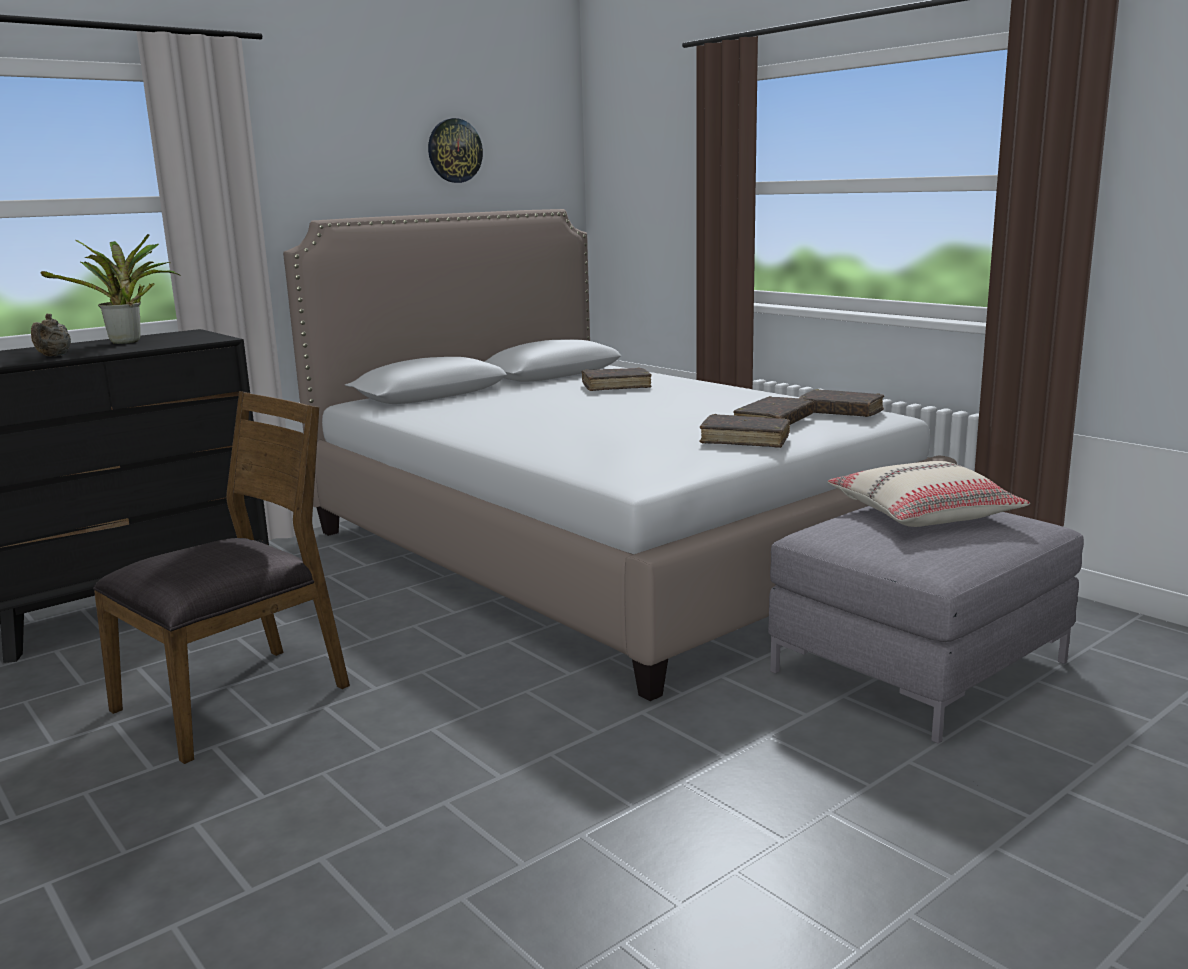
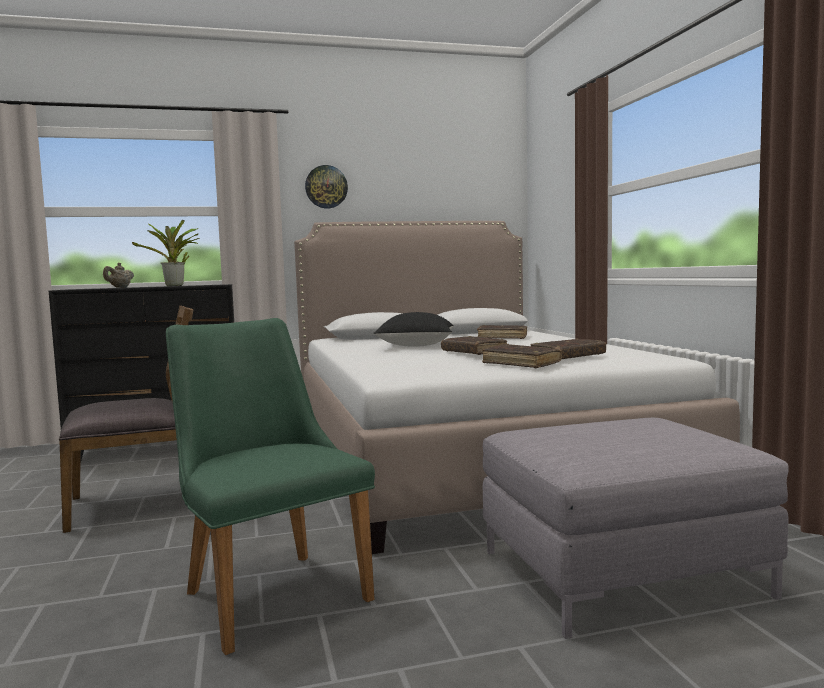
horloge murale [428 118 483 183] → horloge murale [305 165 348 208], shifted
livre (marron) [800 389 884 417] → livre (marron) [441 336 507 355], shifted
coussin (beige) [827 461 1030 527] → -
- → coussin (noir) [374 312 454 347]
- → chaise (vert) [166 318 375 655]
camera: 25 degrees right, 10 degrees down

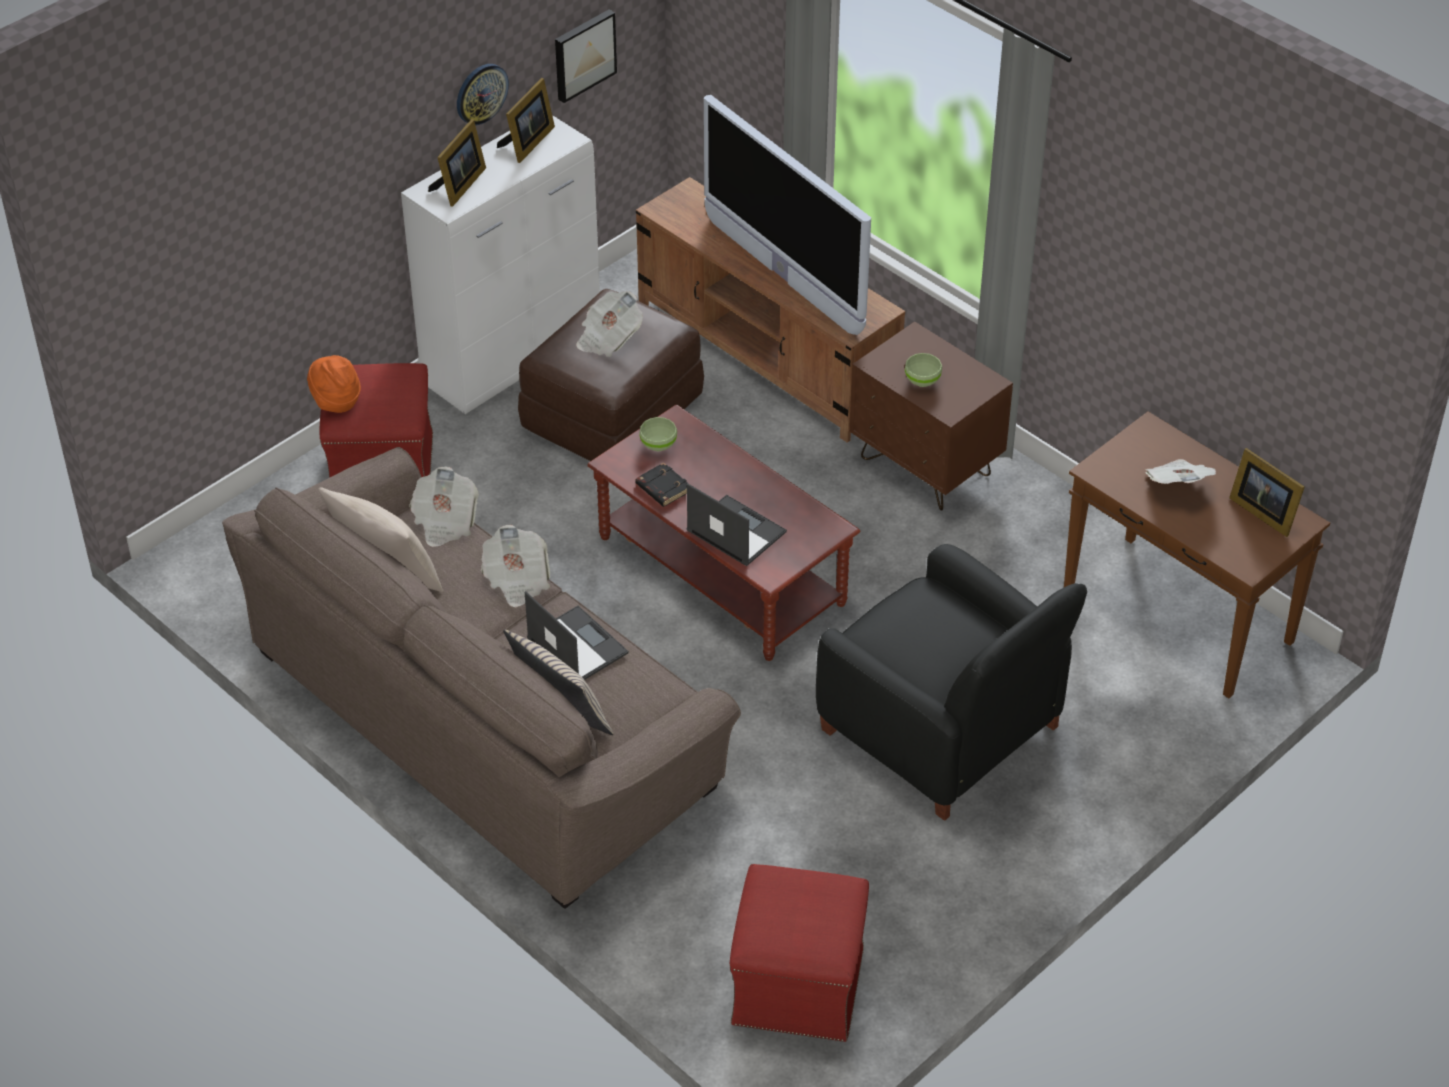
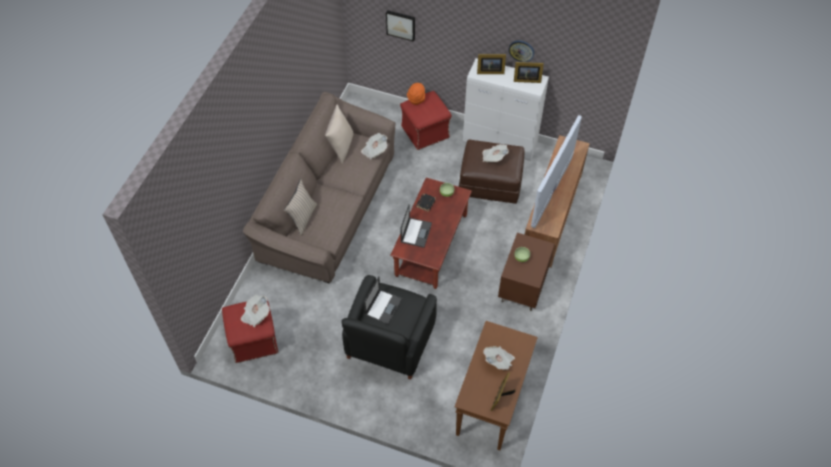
tableau [555 10 617 103] → tableau [386 10 415 42], shifted
journal [481 525 550 607] → journal [241 294 270 327], shifted
ordinateur portable [525 591 629 680] → ordinateur portable [364 276 402 325], shifted
camera: 65 degrees right, 10 degrees up

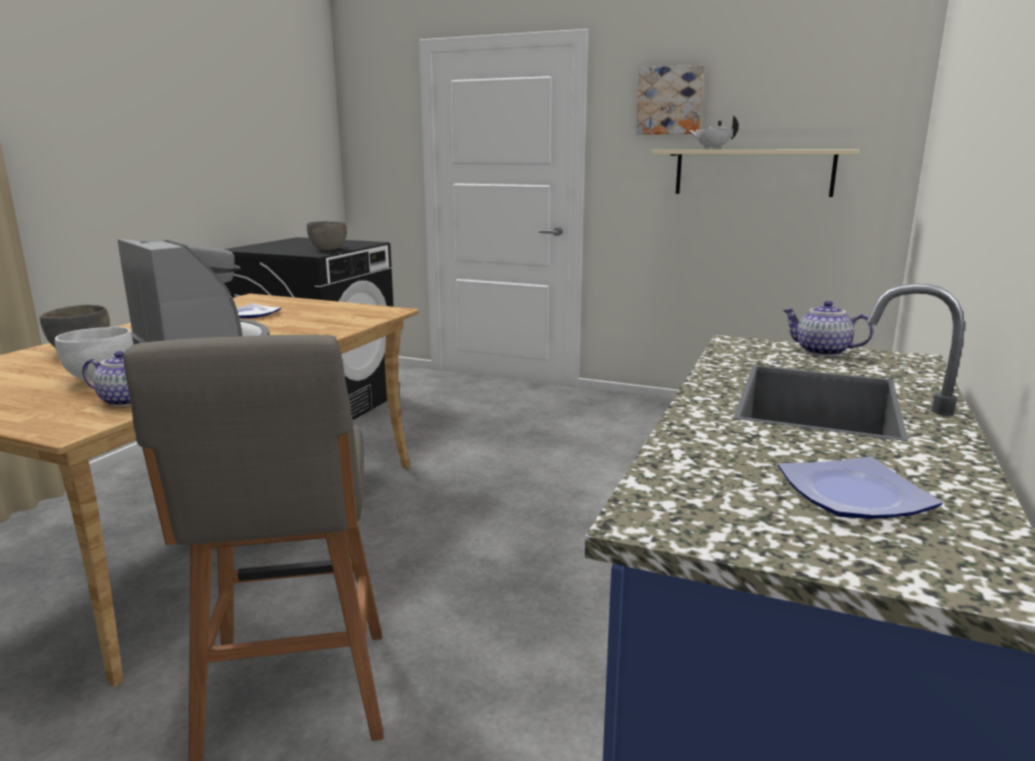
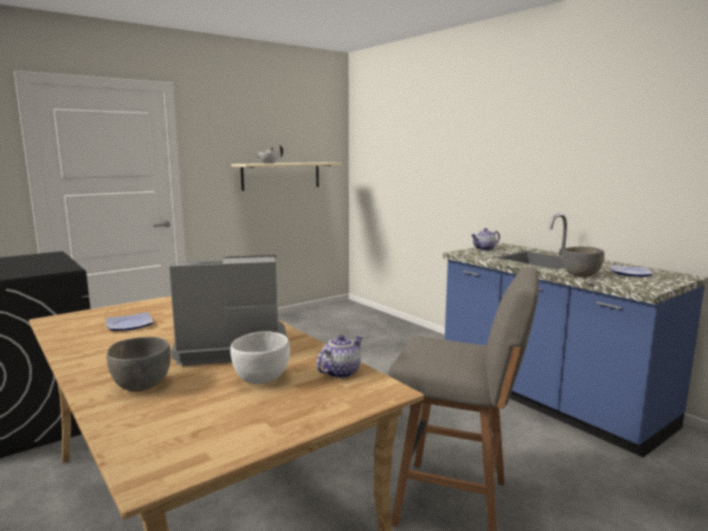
tableau [636 65 705 134] → -
bol (gris) [307 221 347 250] → bol (gris) [563 246 605 277], shifted
camera: 60 degrees left, 5 degrees down

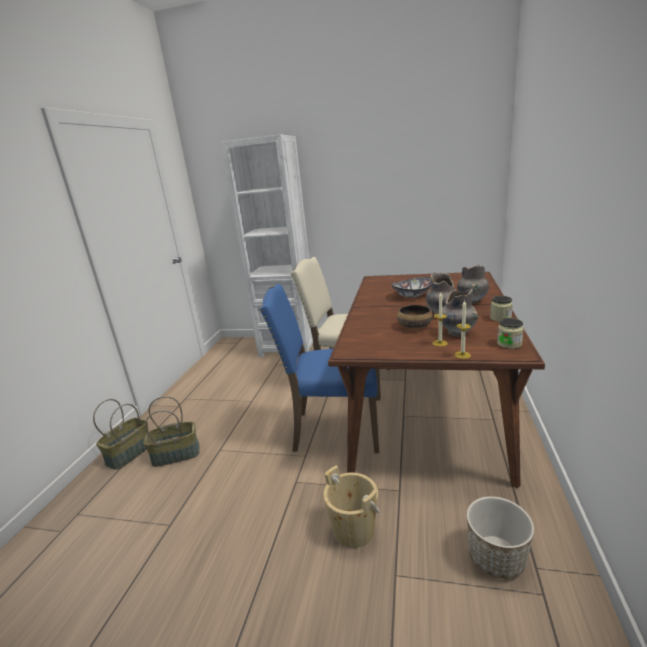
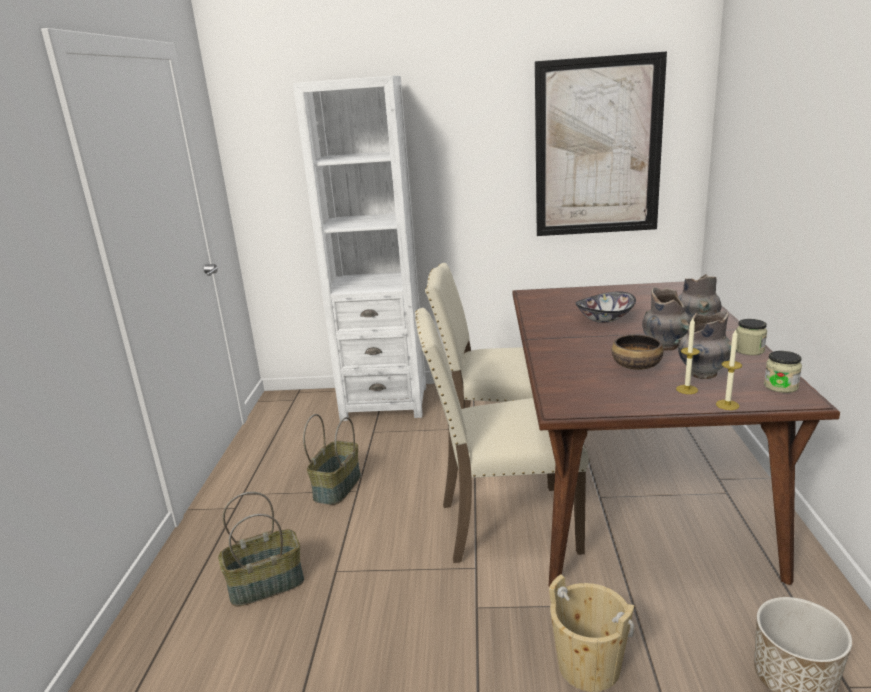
chaise (bleu) [260 284 379 453] → chaise (beige) [415 308 589 563]
panier [93 399 149 470] → panier [303 414 361 505], shifted
- → tableau [535 51 667 236]
camera: 10 degrees left, 0 degrees up

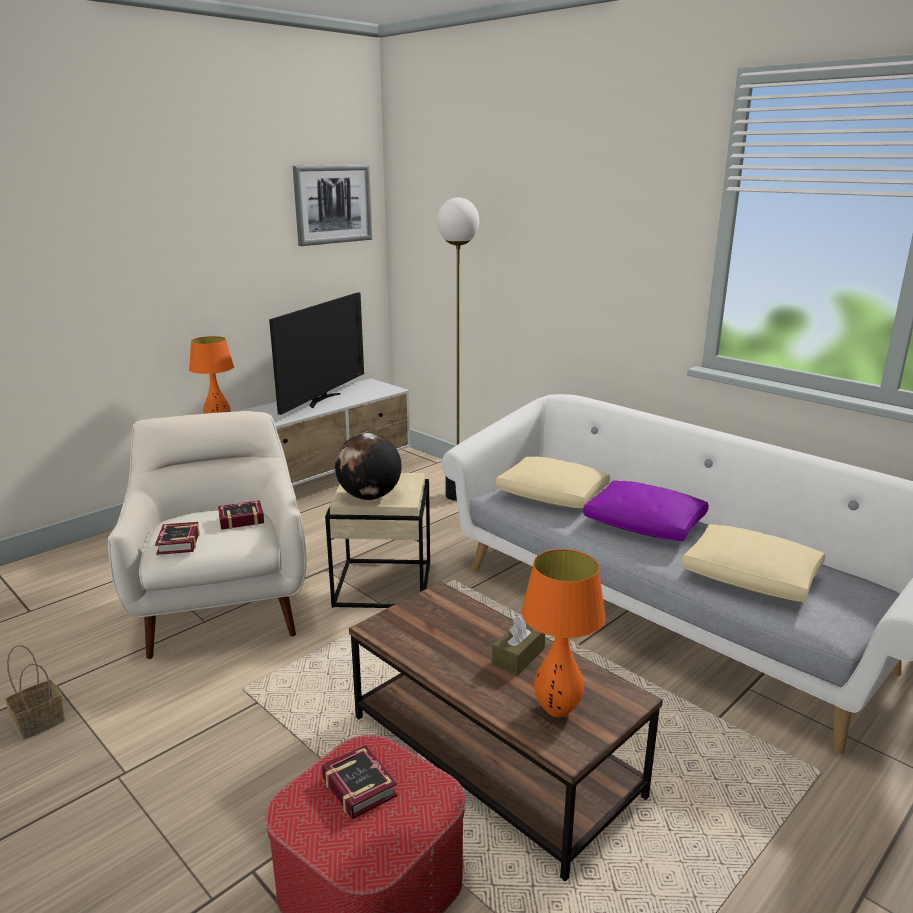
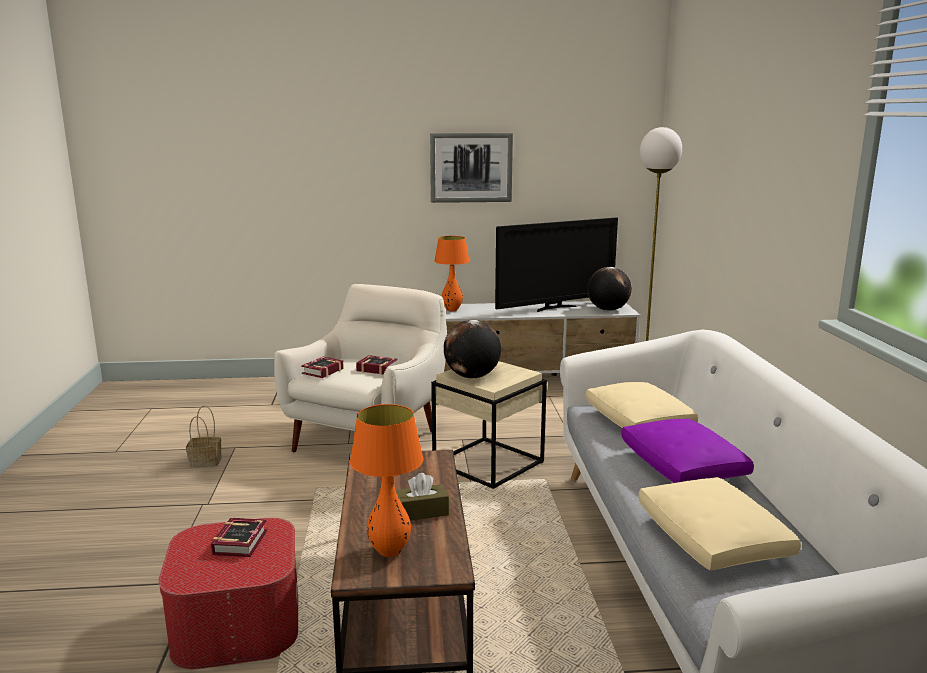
tableau [293 165 372 246] → tableau [430 133 513 203], shifted
- → globe [587 267 632 311]
camera: 40 degrees right, 5 degrees down

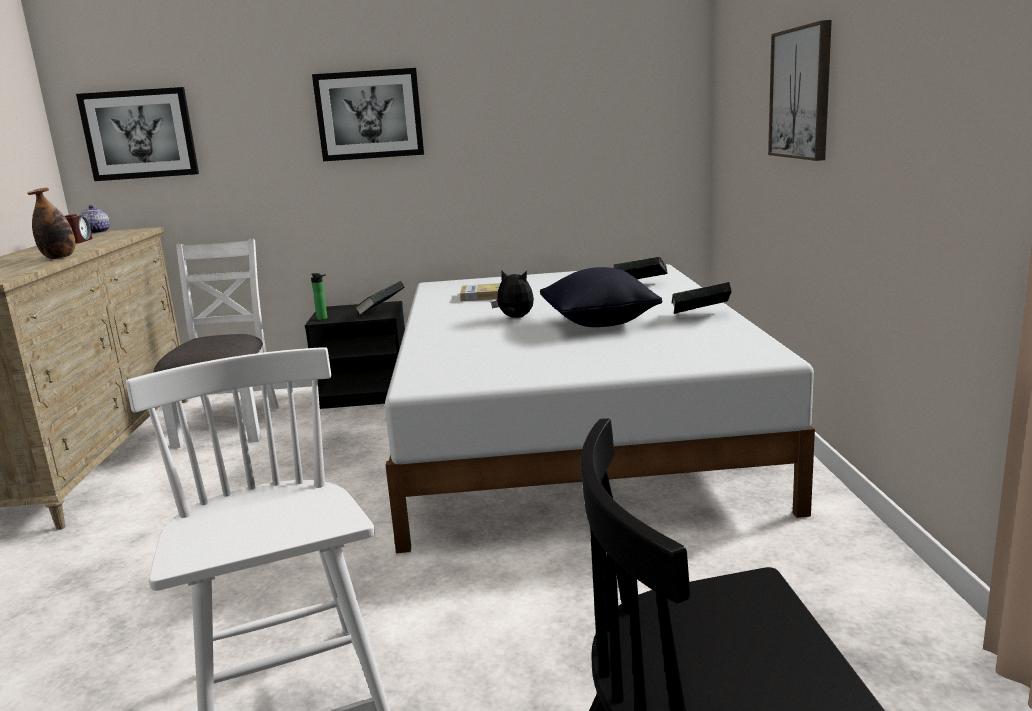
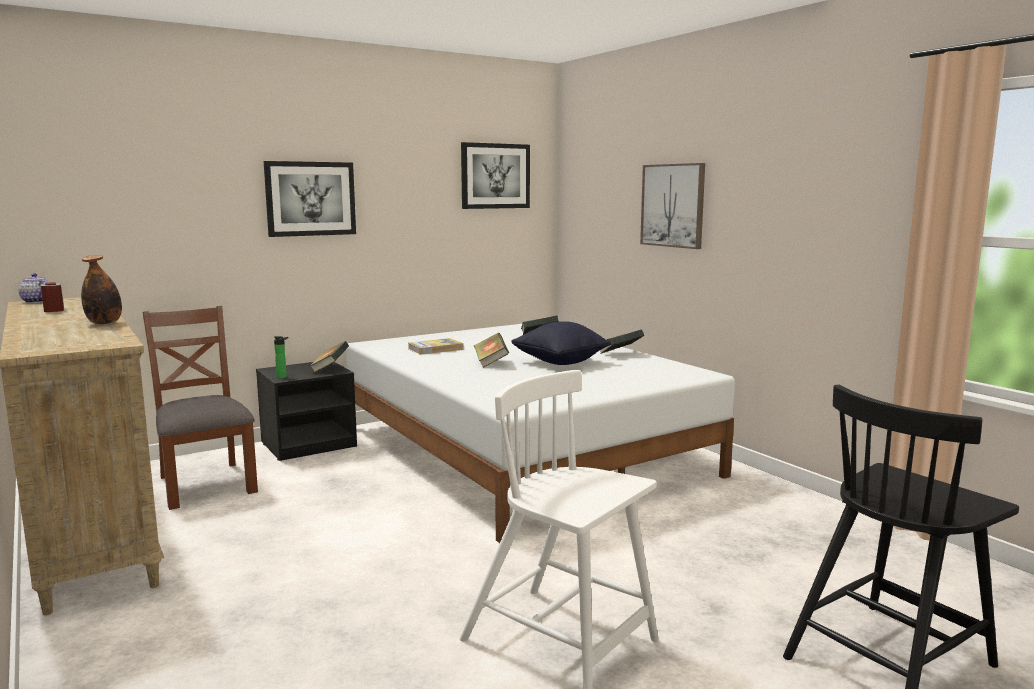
tableau [76 87 199 181] → tableau [461 142 530 209], shifted
chaise (blanc) [153 239 279 448] → chaise (marron) [143 306 258 510]
peluche [491 271 534 318] → livre [474 333 509 368]
camera: 30 degrees left, 5 degrees down

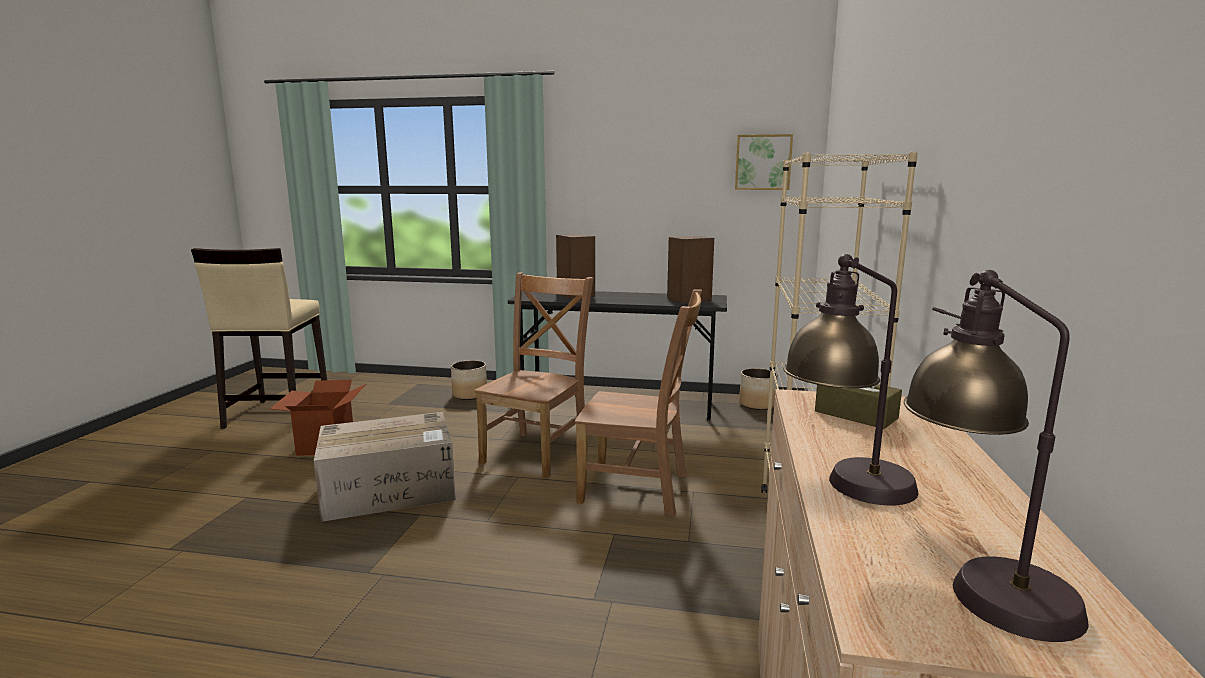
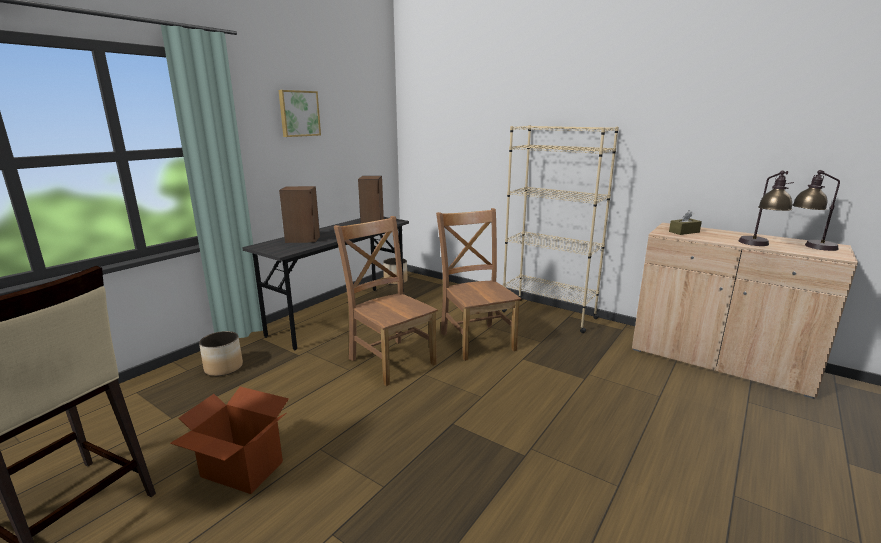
tableau [735 134 793 190] → tableau [278 90 321 137], shifted
chaise (marron) [575 290 702 516] → chaise (marron) [436 208 521 361], 60 degrees counterclockwise
carton [314 412 456 522] → -
camera: 65 degrees left, 5 degrees up

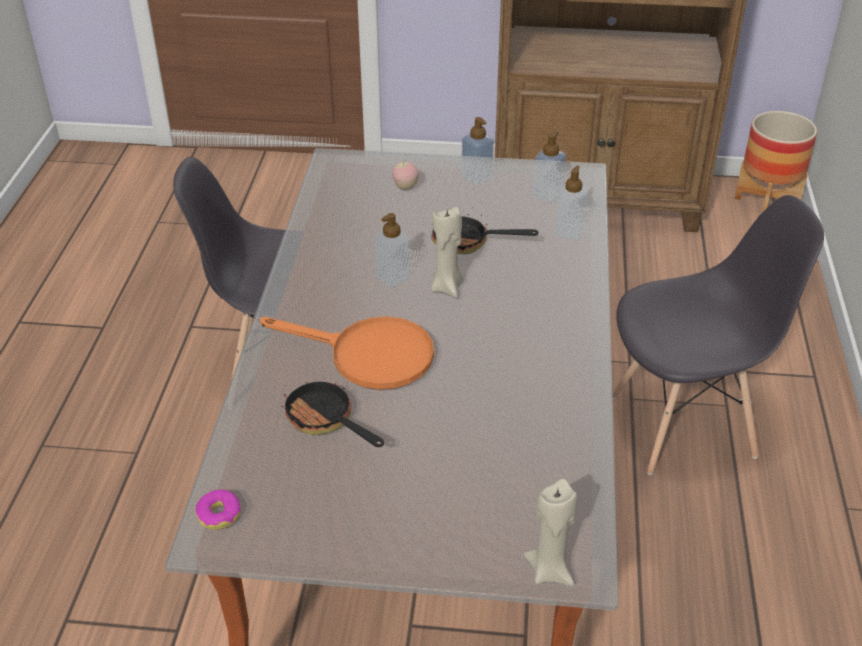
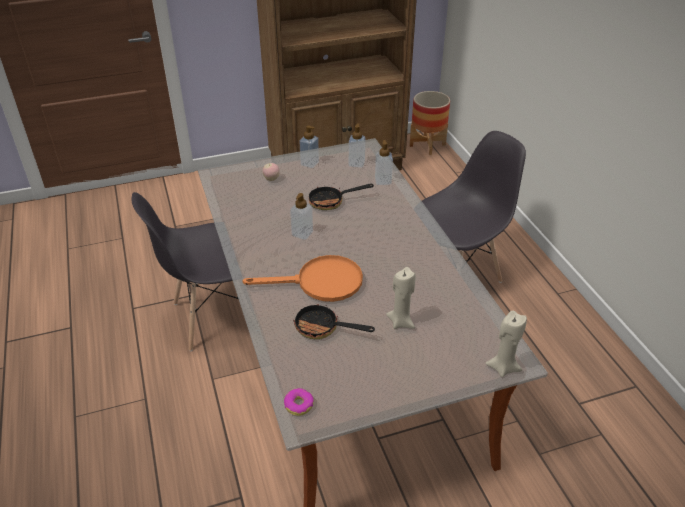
bougie (beige) [431 207 463 298] → bougie (beige) [386 267 416 329], shifted
camera: 25 degrees left, 0 degrees up

